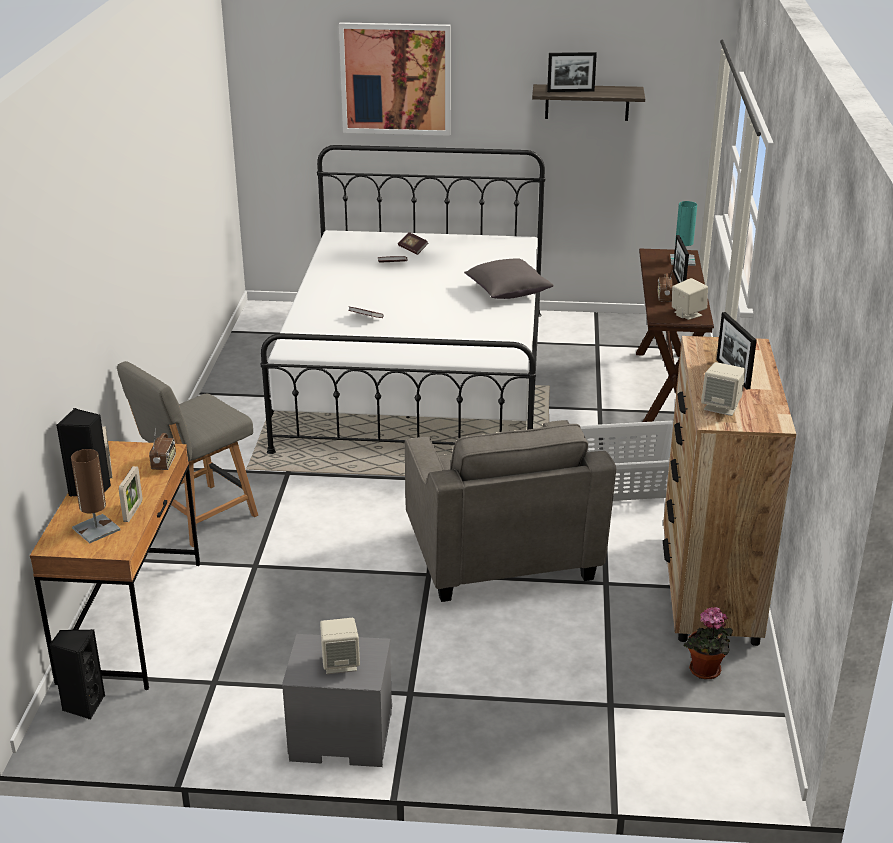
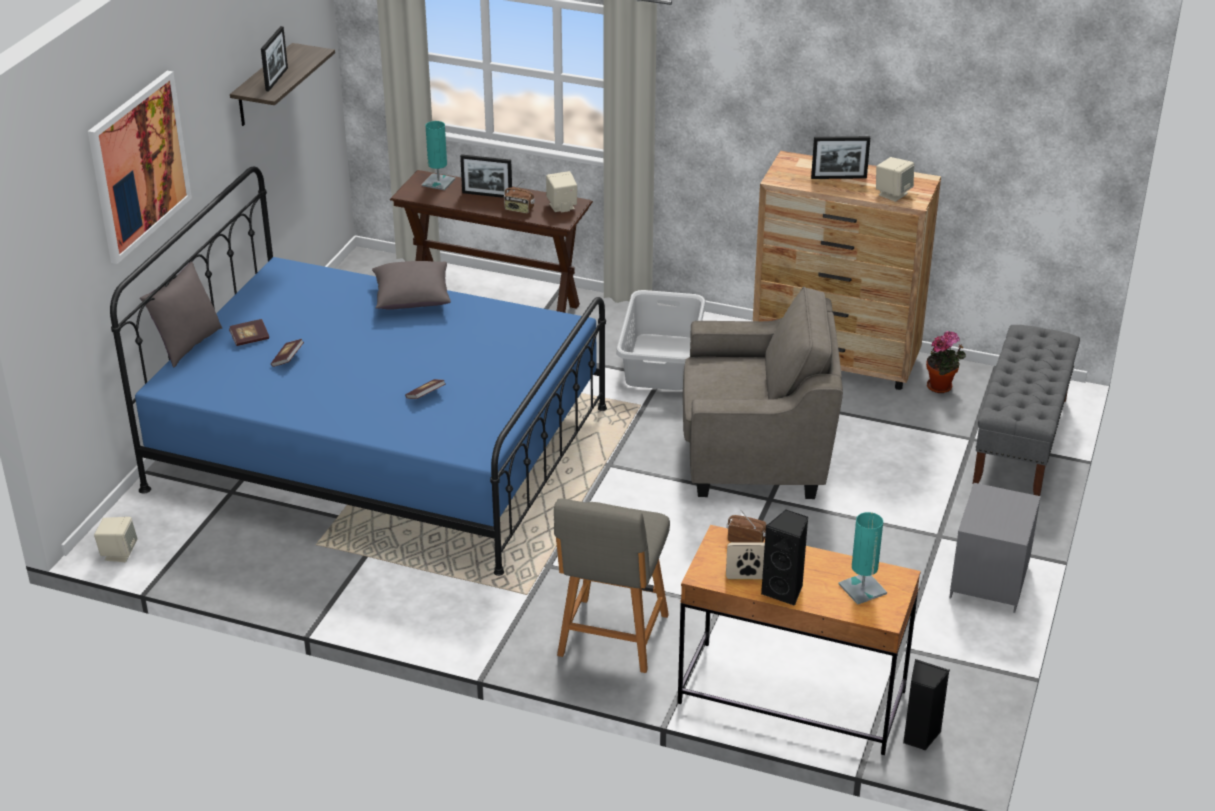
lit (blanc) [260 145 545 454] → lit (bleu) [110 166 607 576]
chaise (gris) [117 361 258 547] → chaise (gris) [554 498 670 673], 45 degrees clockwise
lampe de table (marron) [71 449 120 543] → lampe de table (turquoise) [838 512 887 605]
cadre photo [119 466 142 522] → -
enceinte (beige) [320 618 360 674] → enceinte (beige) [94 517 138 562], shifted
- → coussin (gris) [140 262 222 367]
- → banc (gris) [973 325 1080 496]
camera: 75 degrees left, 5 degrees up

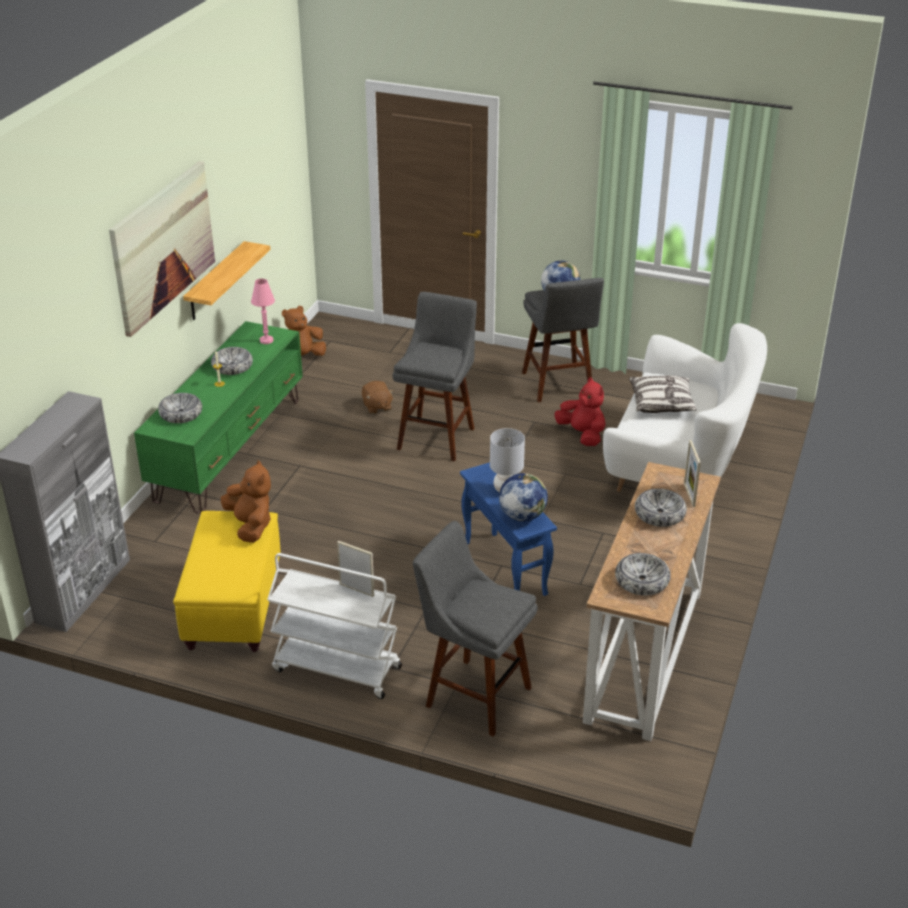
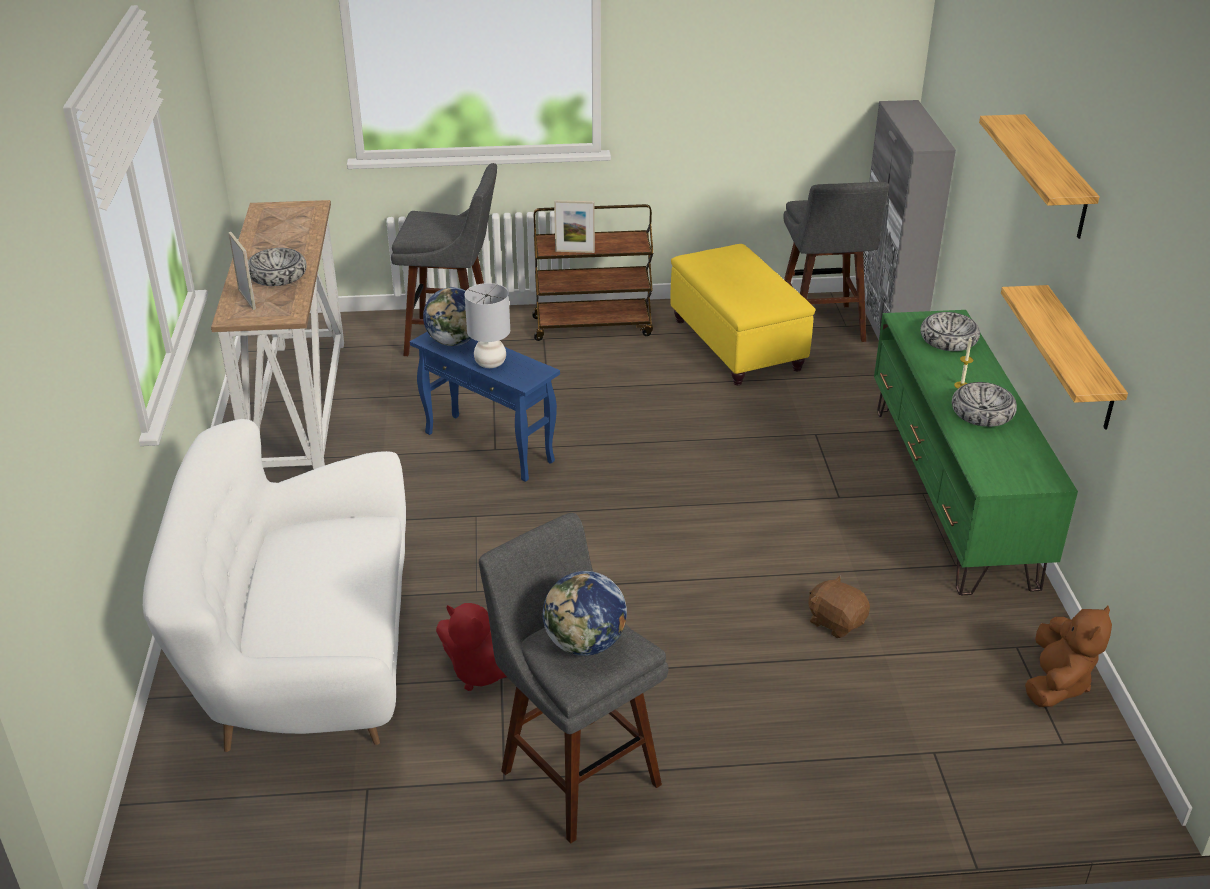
tableau [109 161 215 337] → étagère [979 114 1099 239]
lampe de table (rose) [251 279 275 344] → -
tabouret (gris) [392 292 477 461] → tabouret (gris) [783 182 889 342], shifted
coussin [629 375 697 413] → -
peluche (marron) [221 460 271 543] → -
chariot (blanc) [267 553 402 699] → chariot (marron) [532 204 653 341]
bol [615 553 671 596] → -
camera: 155 degrees right, 0 degrees up

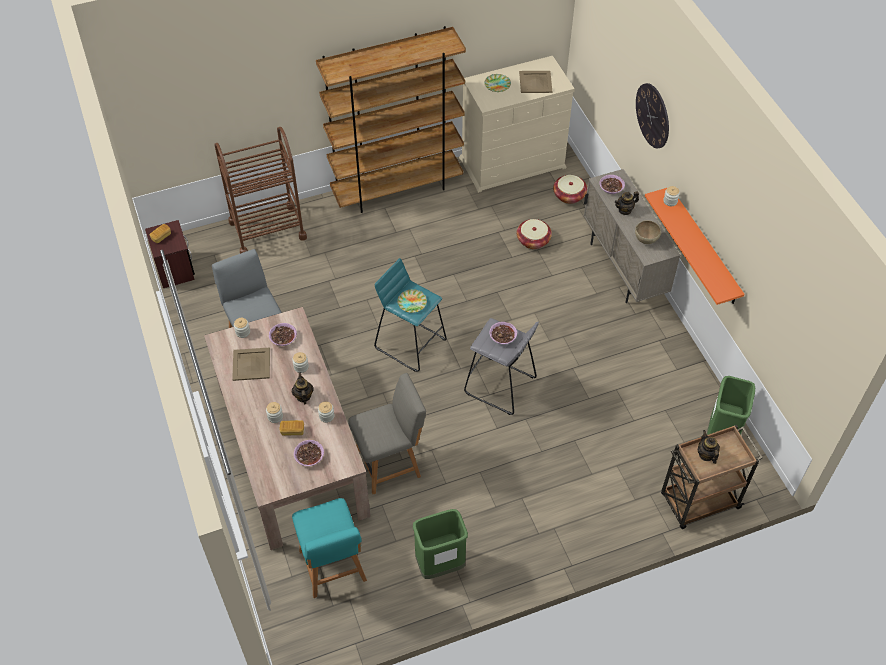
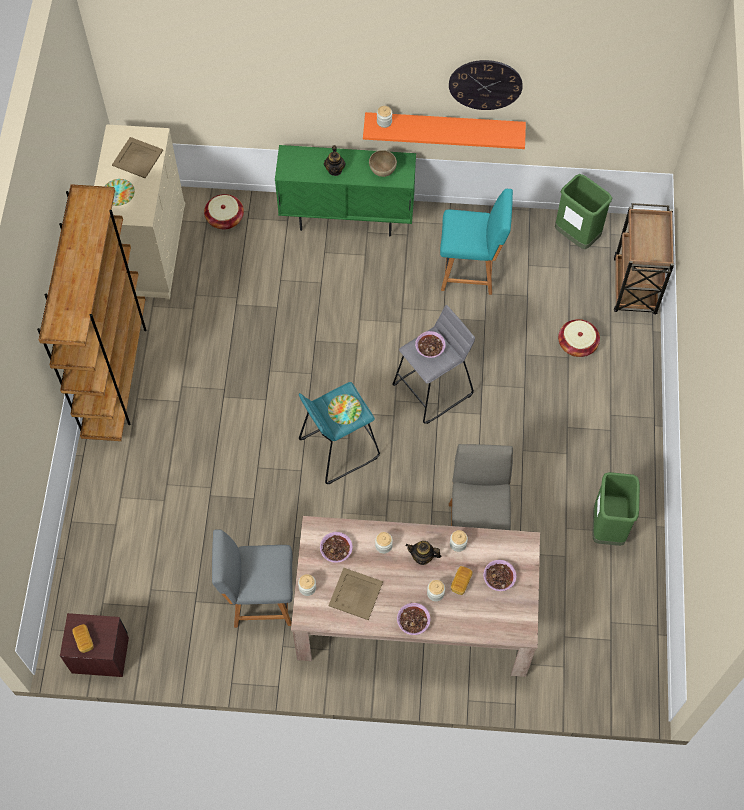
horloge murale [636 83 669 149] → horloge murale [449 60 523 110], shifted
chariot (marron) [214 127 307 254] → -
meuble de rangement (beige) [584 169 680 303] → meuble de rangement (vert) [275 145 416 236]
bol [600 175 625 194] → bol [397 603 431 635], shifted
panier [517 219 552 249] → panier [558 319 600 357], shifted
théière [698 430 720 464] → -
chaise (turquoise) [292 498 367 598] → chaise (turquoise) [440 189 513 295], shifted
camera: 65 degrees left, 10 degrees up

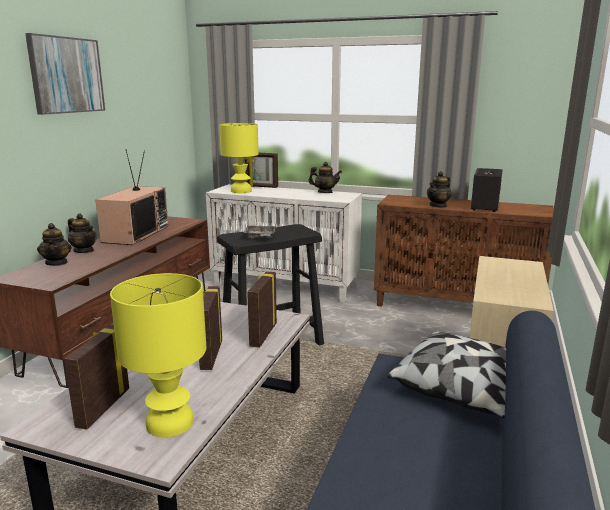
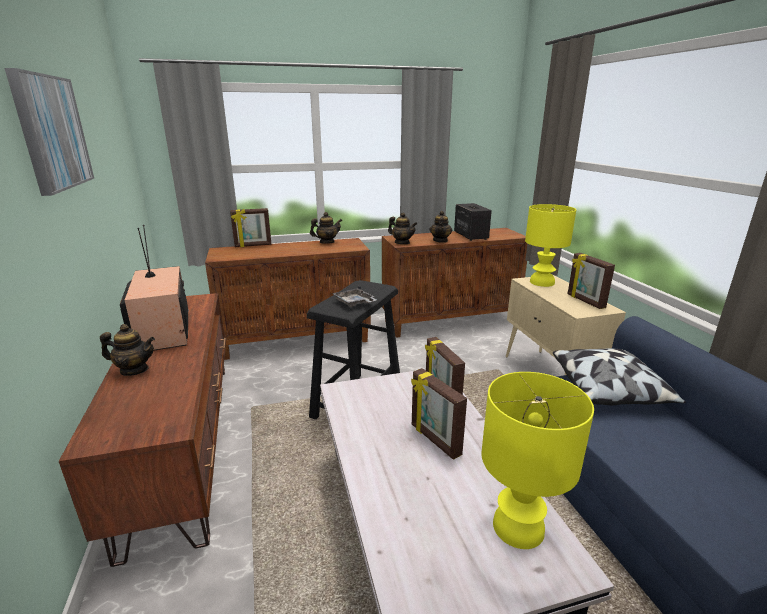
lampe de table (jaune) [219 123 259 193] → lampe de table (jaune) [525 204 576 287], shifted
meuble de rangement (blanc) [206 184 362 302] → meuble de rangement (marron) [205 238 371 360]
théière [37 223 72 266] → théière [388 212 417 244], shifted
cadre photo [64 325 129 430] → cadre photo [568 253 615 309], shifted
camera: 35 degrees left, 5 degrees up

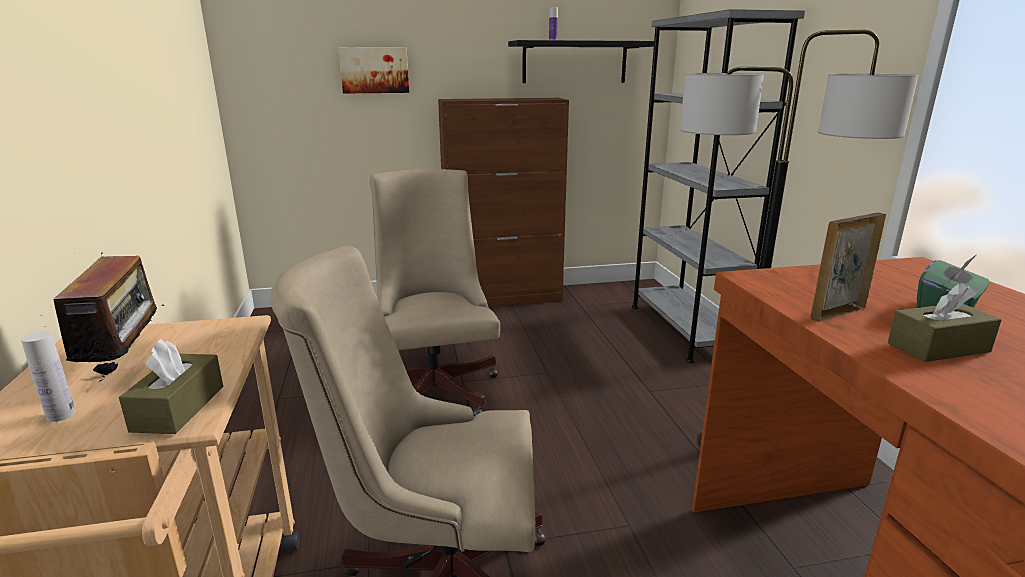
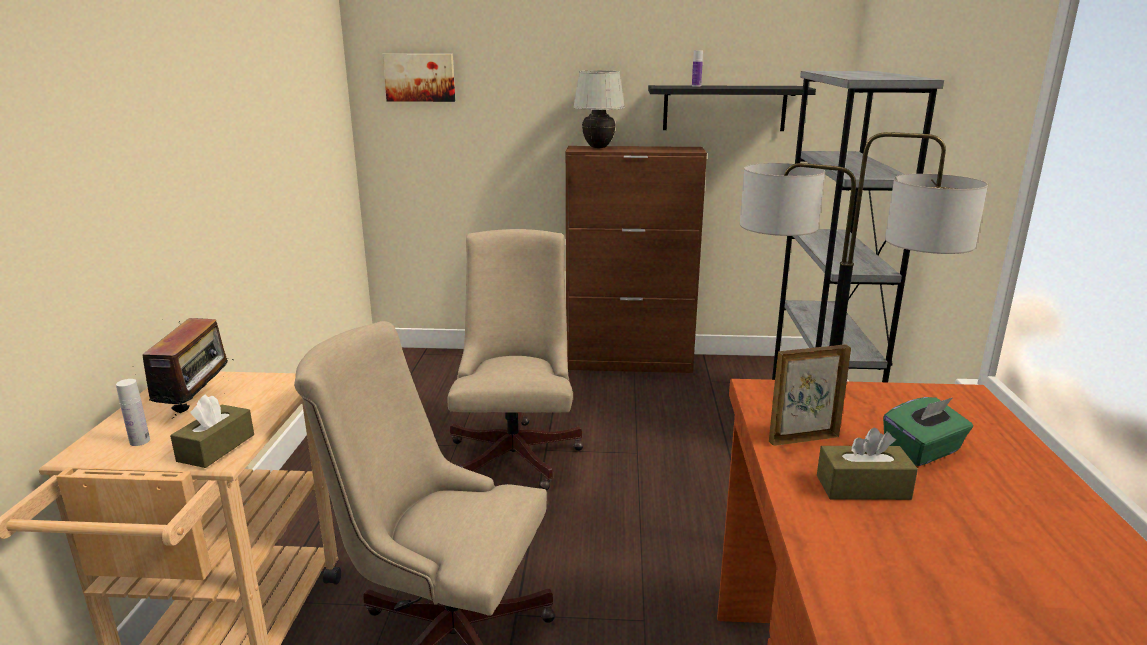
tableau [338 47 409 93] → tableau [383 54 455 102], shifted
- → lampe de table (blanc) [573 70 625 148]
camera: 15 degrees right, 0 degrees up

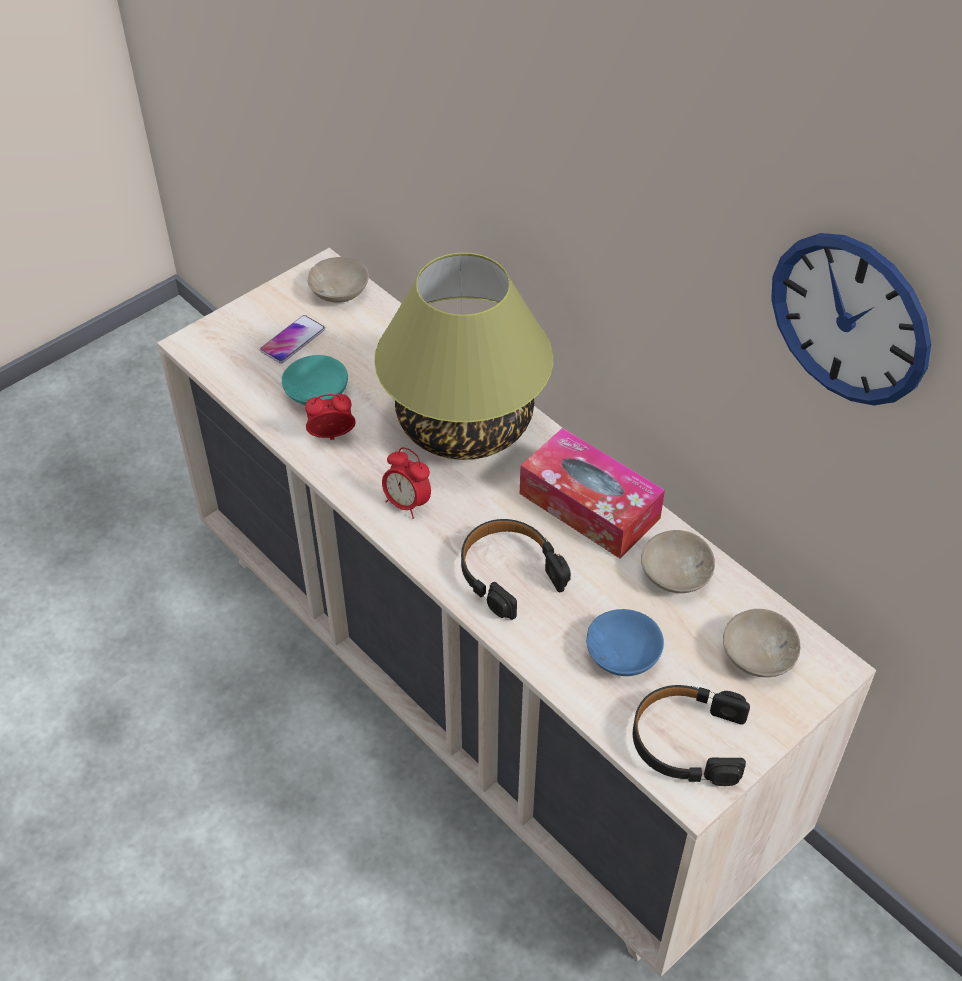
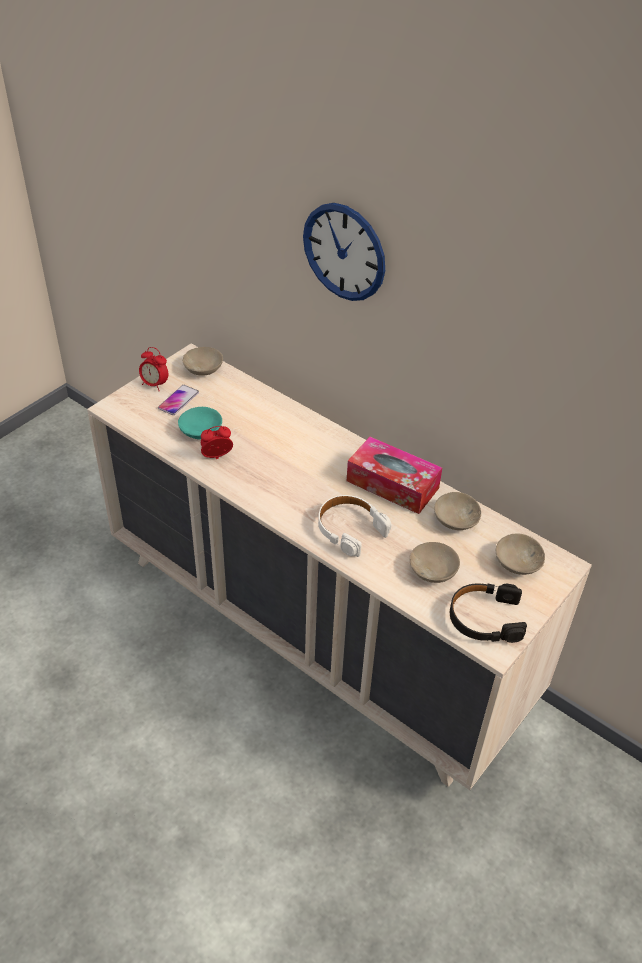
horloge murale [771 233 931 405] → horloge murale [303 203 385 301], shifted
lampe de table [374 253 553 460] → -
réveil [382 447 431 519] → réveil [139 347 168 391], shifted
casque audio (noir) [461 519 571 620] → casque audio (blanc) [318 495 392 557]
bol (bleu) [586 609 664 676] → bol (beige) [410 542 460 583]
camera: 10 degrees left, 5 degrees down

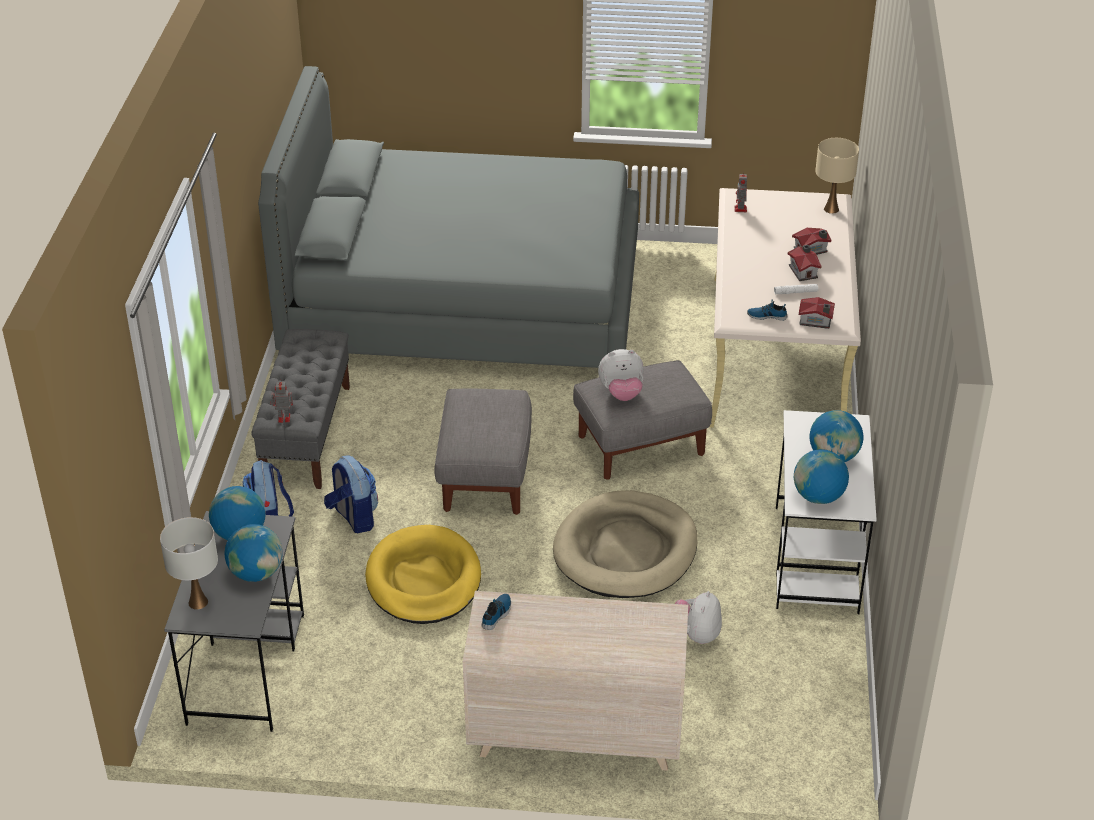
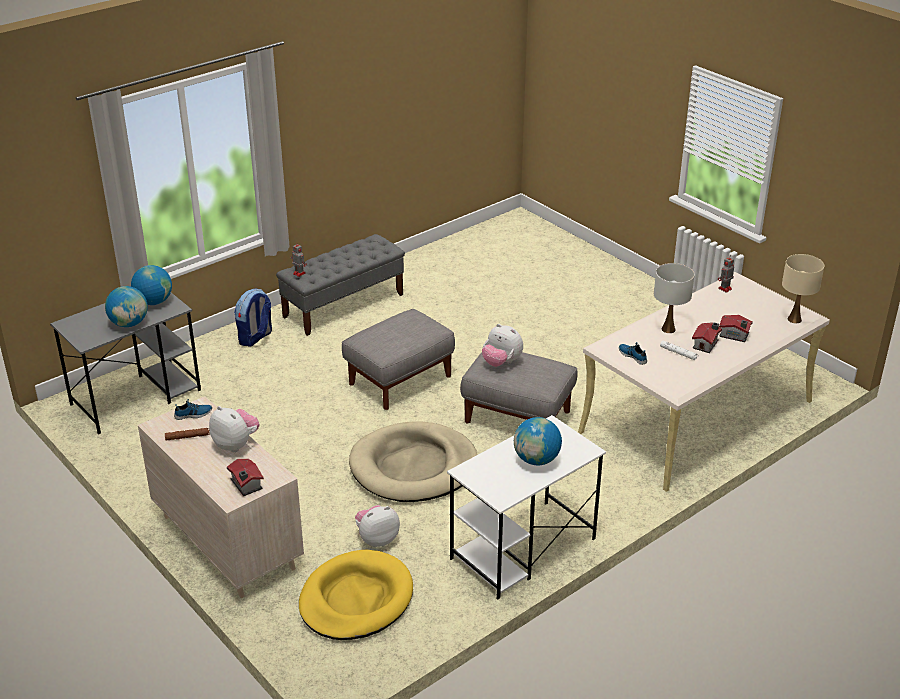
lit (gris) [258 66 639 368] → -
maison miniature [799 297 835 329] → maison miniature [227 459 264 496], shifted
globe [794 449 849 504] → -
sac à dos [324 455 378 533] → -
lampe de table (blanc) [160 517 218 610] → lampe de table (blanc) [654 263 695 333], shifted
panier pour chien (jaune) [365 525 481 624] → panier pour chien (jaune) [299 550 413 640], shifted
- → peluche [209 406 260 452]
- → lampe de poche (marron) [165 428 210 440]
camera: 45 degrees right, 5 degrees down

